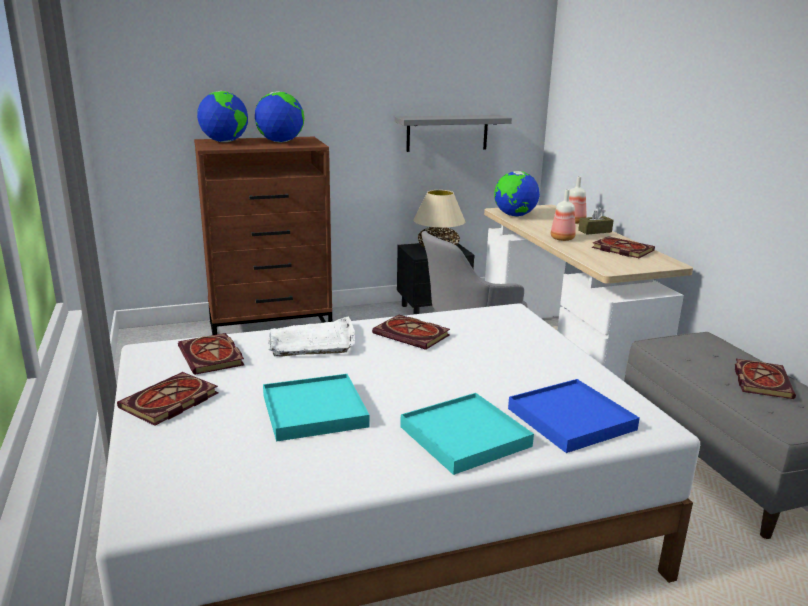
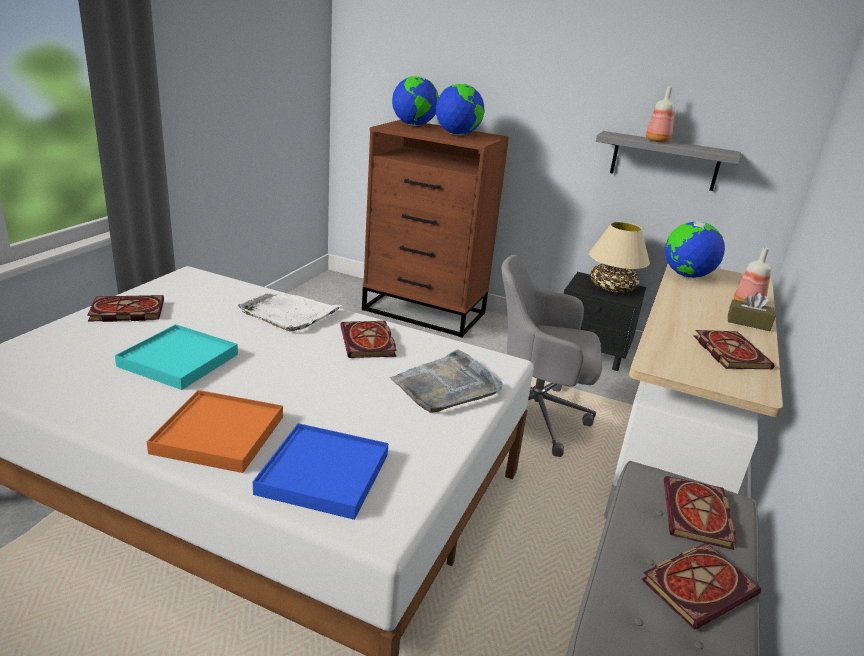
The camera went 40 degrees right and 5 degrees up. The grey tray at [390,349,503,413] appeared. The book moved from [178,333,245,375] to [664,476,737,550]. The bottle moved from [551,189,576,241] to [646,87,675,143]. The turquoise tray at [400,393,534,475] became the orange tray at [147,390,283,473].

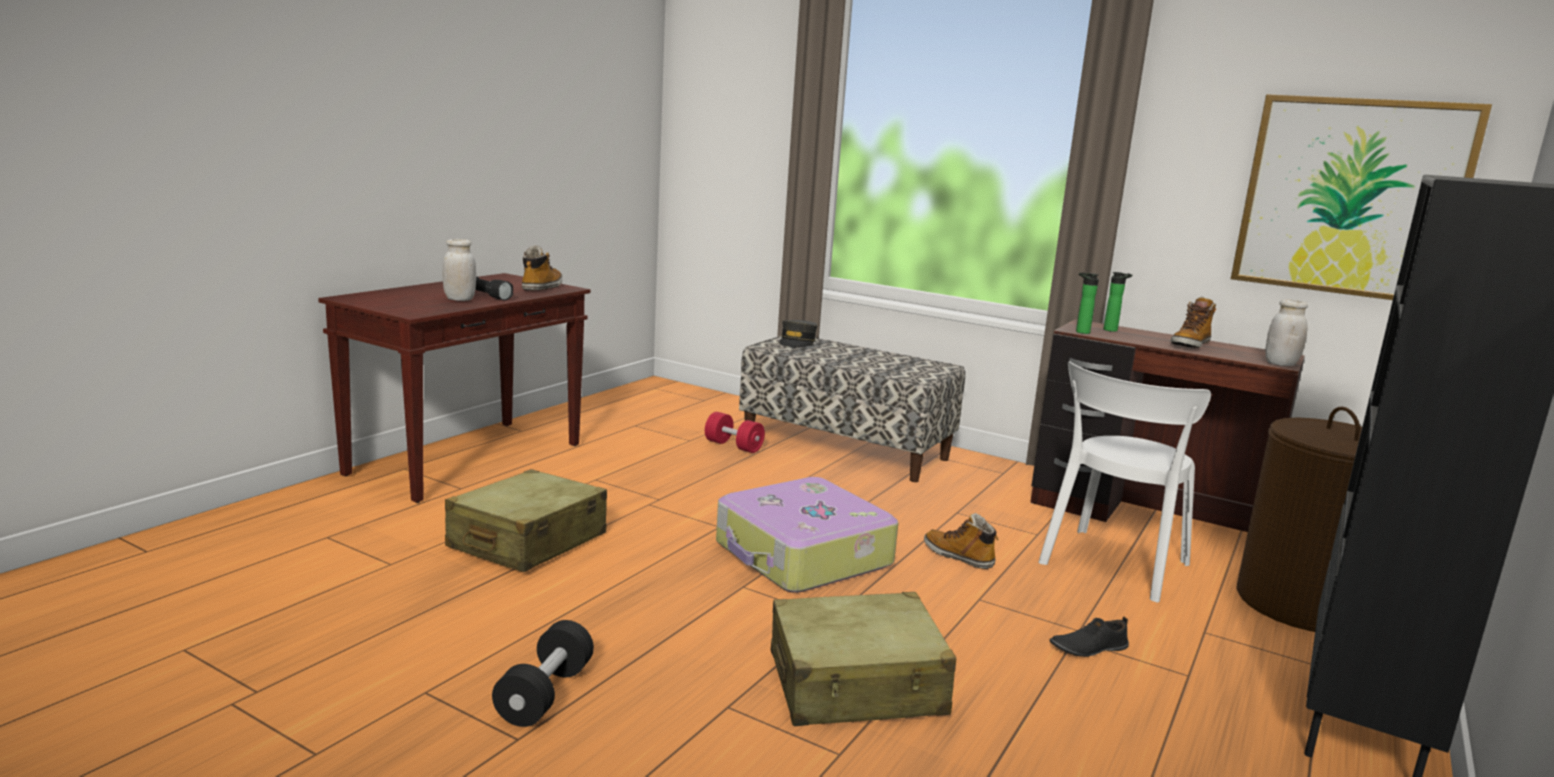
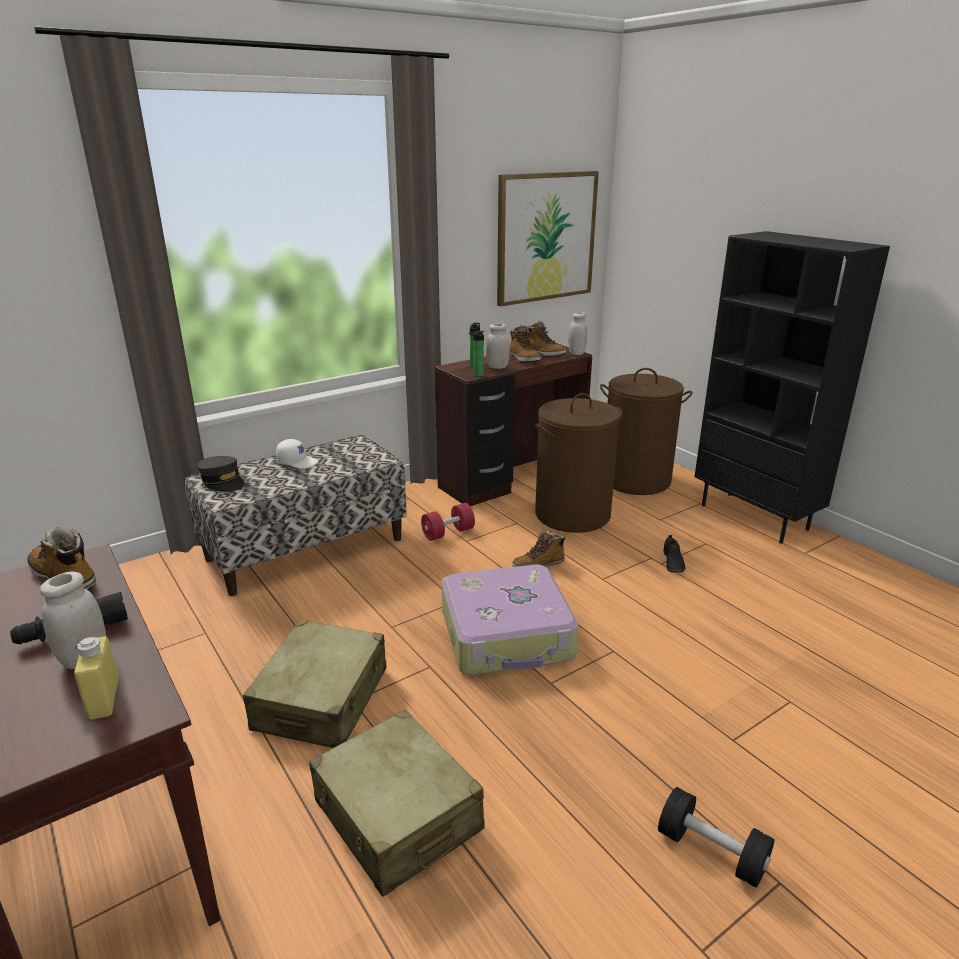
The camera went 65 degrees left and 10 degrees up. The yellow bottle at [74,636,119,720] appeared. The white cap at [276,439,318,469] appeared. The white jar at [486,324,510,369] appeared. The boot at [526,321,566,357] appeared. The red dumbbell moved from [705,412,765,453] to [421,503,475,541]. The beige suitcase moved from [771,592,956,726] to [243,620,386,748]. The white chair at [1038,361,1211,602] was replaced by the brown laundry basket at [535,393,622,533].

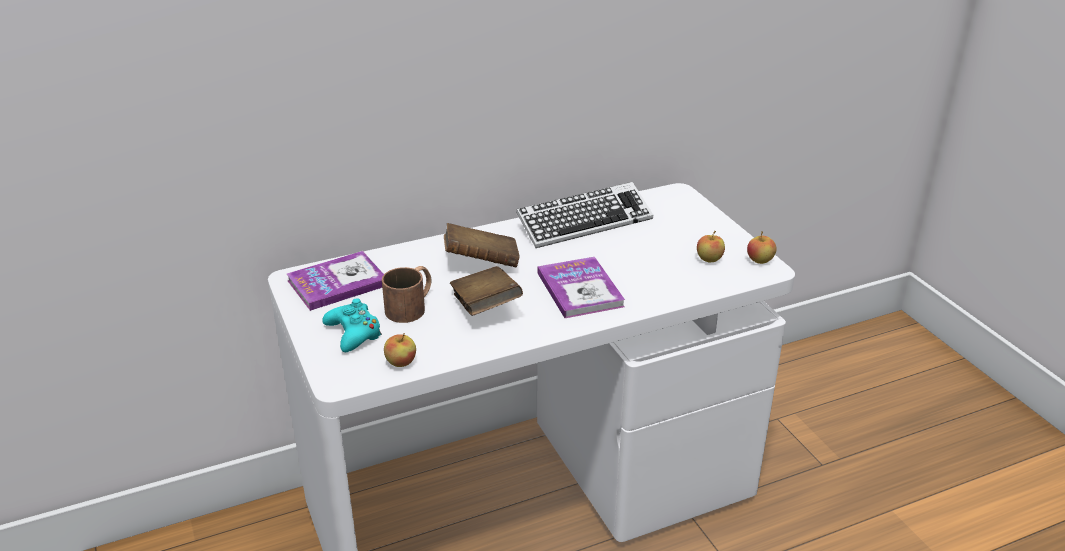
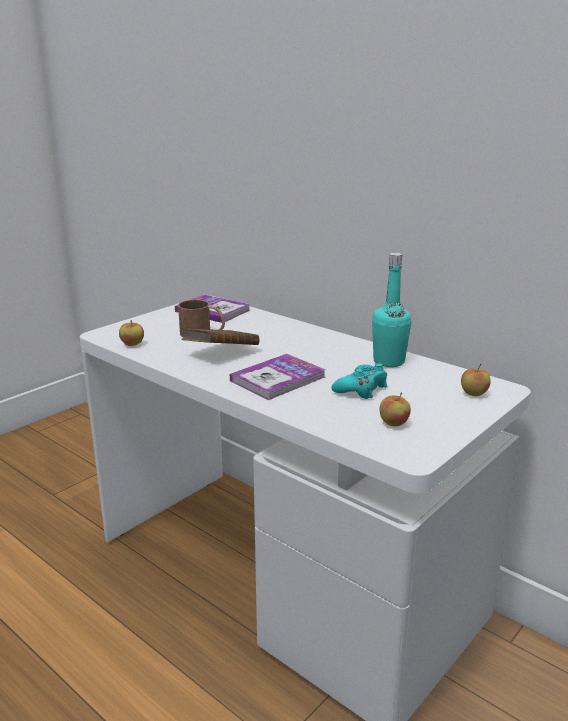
The camera went 65 degrees right and 10 degrees down. The brown book at [444,223,520,268] disappeared. The turquoise game controller moved from [322,298,382,352] to [331,363,387,399]. The apple moved from [747,231,776,264] to [461,363,491,396]. The keyboard at [516,182,653,248] was replaced by the turquoise bottle at [372,253,412,367].

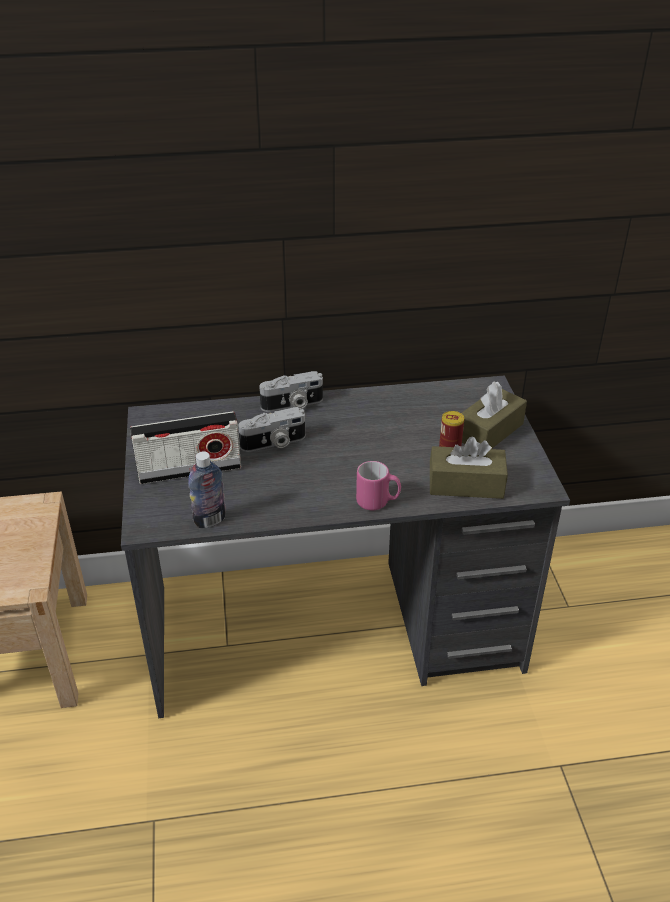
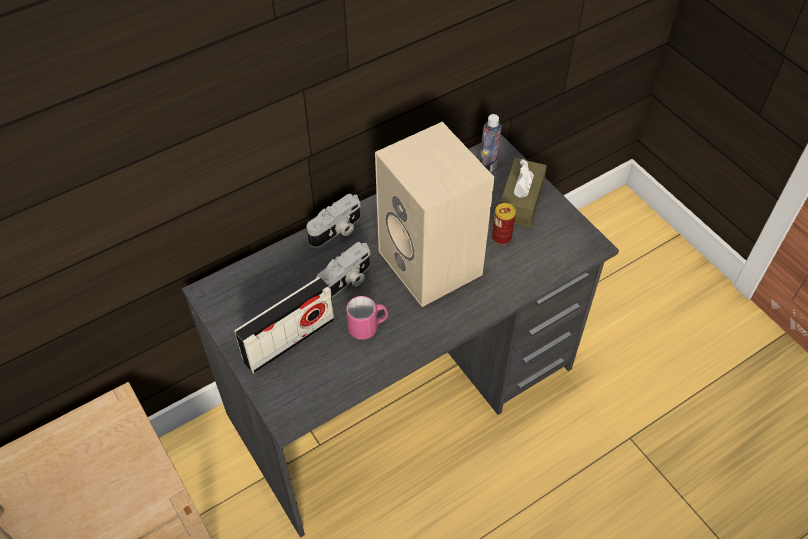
The camera went 25 degrees left and 15 degrees up. The brown tissue box at [430,437,508,499] disappeared. The beige speaker at [375,122,494,307] appeared. The bottle moved from [188,451,226,528] to [480,114,502,172]. The pink mug moved from [356,461,401,511] to [346,296,388,340].

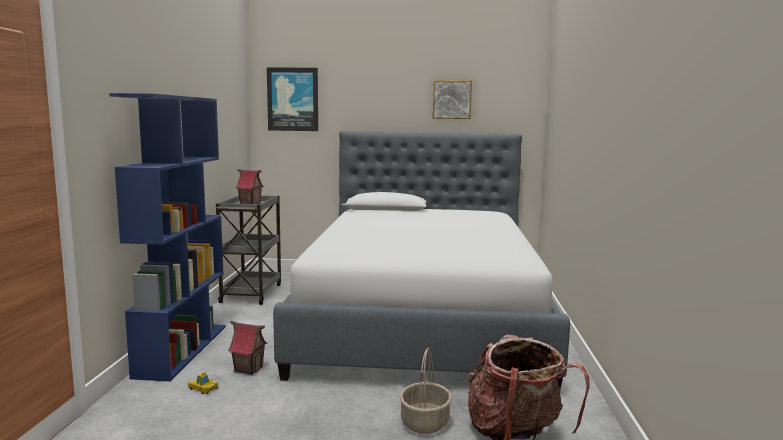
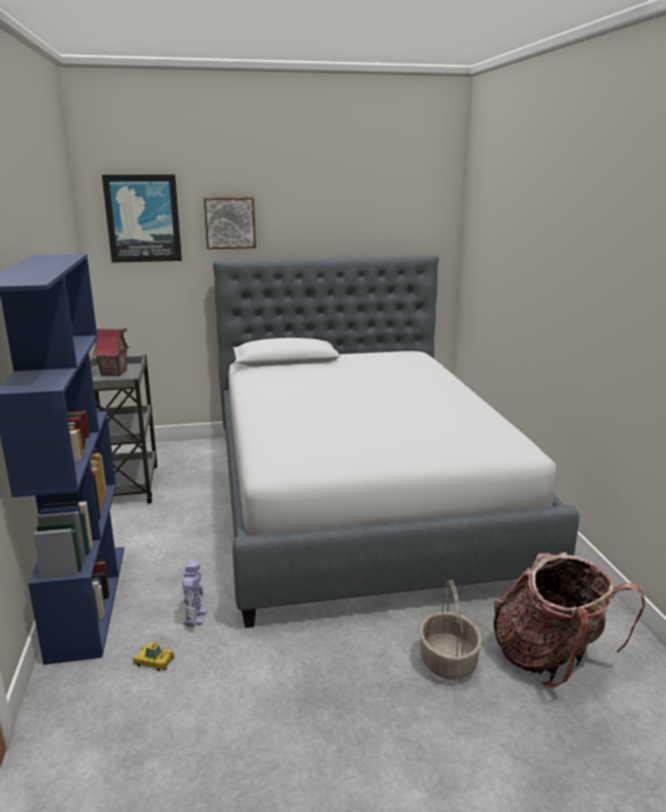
The camera went 15 degrees left and 10 degrees up. The picture moved from [433,80,472,119] to [204,197,256,249]. The toy house at [228,321,268,375] was replaced by the toy robot at [182,561,207,627].

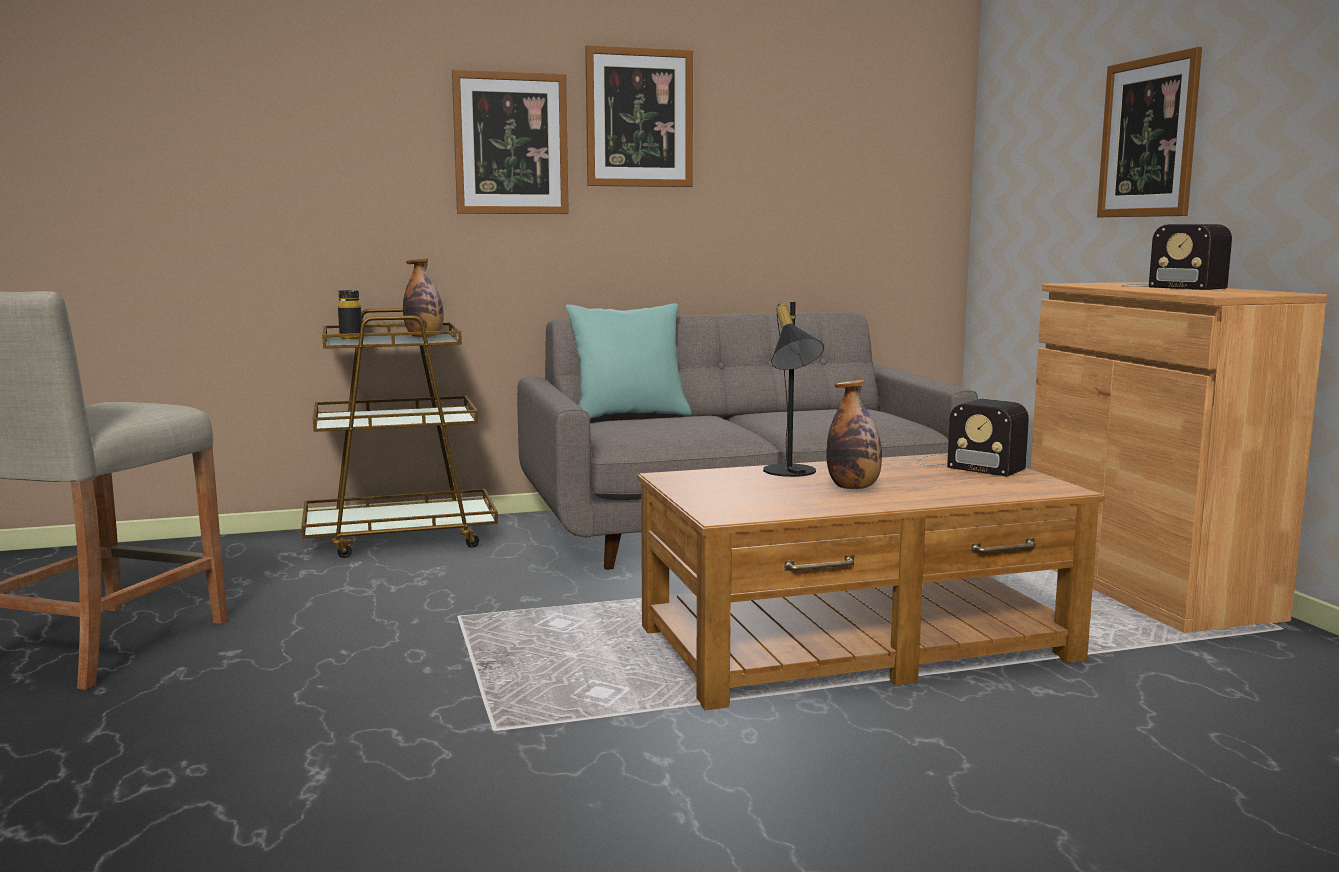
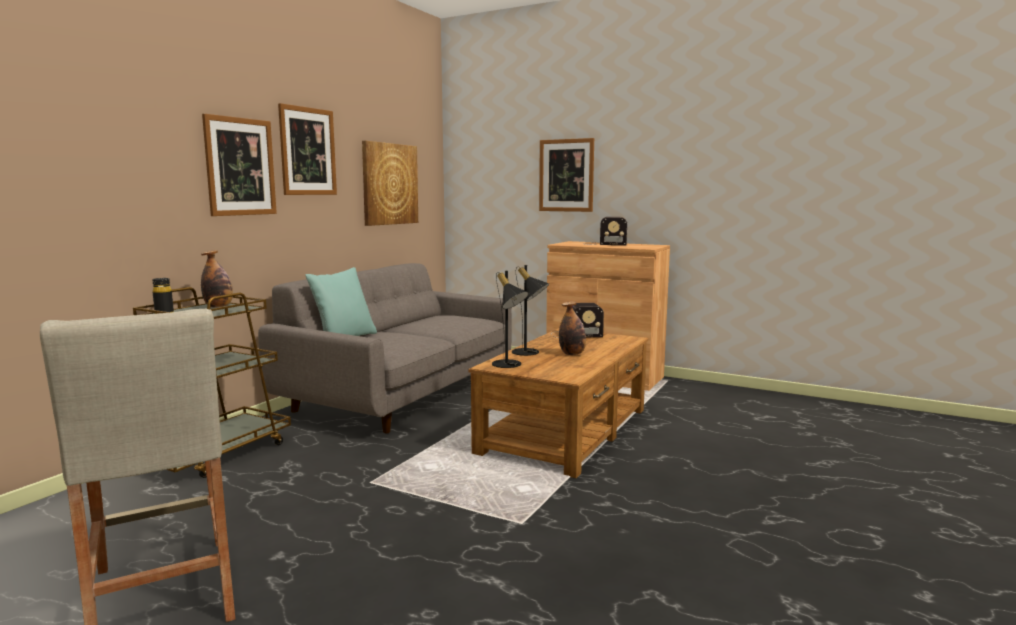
The camera went 45 degrees left and 0 degrees up. The picture at [362,141,418,226] appeared. The black table lamp at [492,271,529,368] appeared.

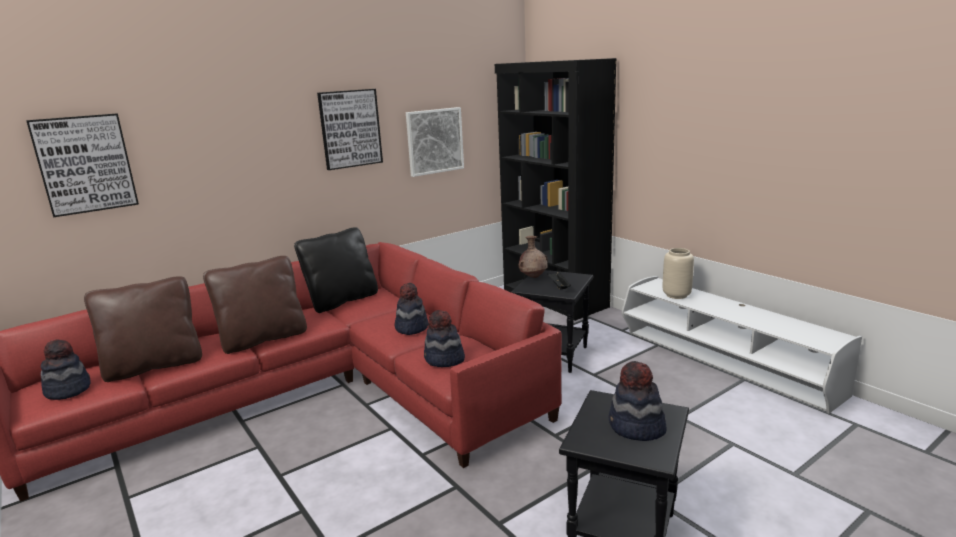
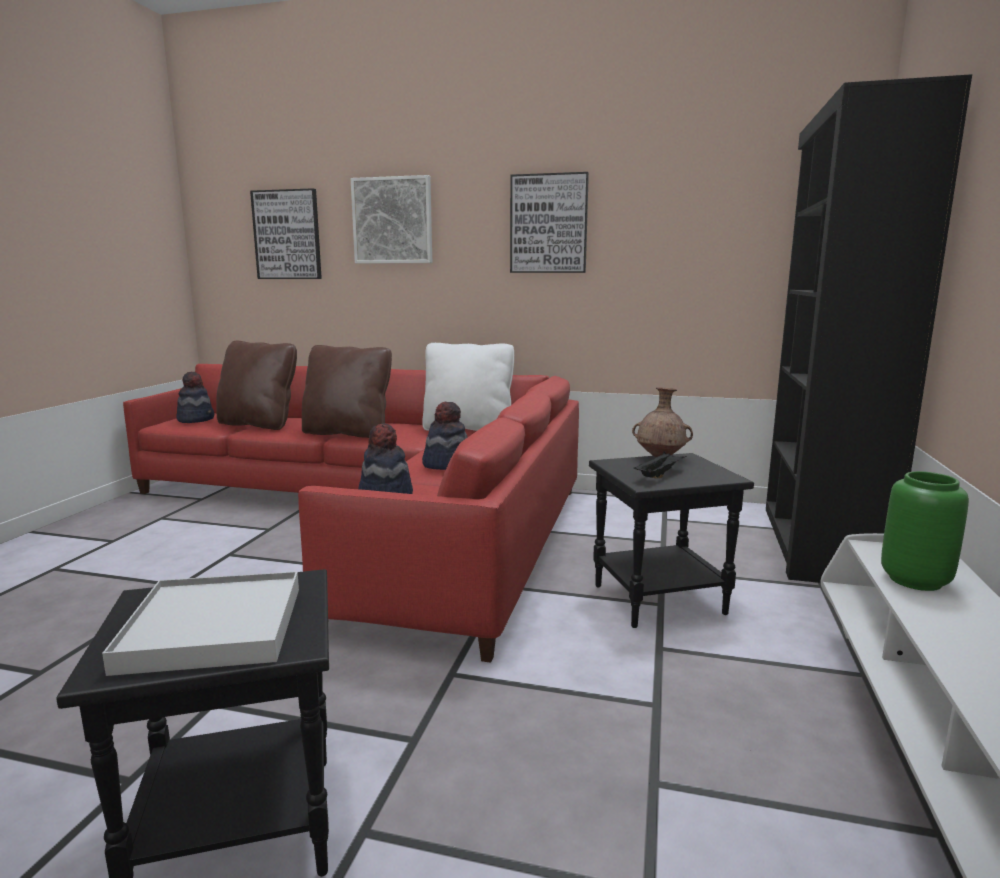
The camera went 50 degrees right and 5 degrees down. The picture moved from [406,107,464,177] to [351,175,432,264]. The hat at [608,361,666,441] was replaced by the white tray at [102,571,299,676]. The black pillow at [294,228,378,313] became the white pillow at [422,343,514,431]. The beige vase at [663,248,694,299] became the green vase at [881,471,969,591].

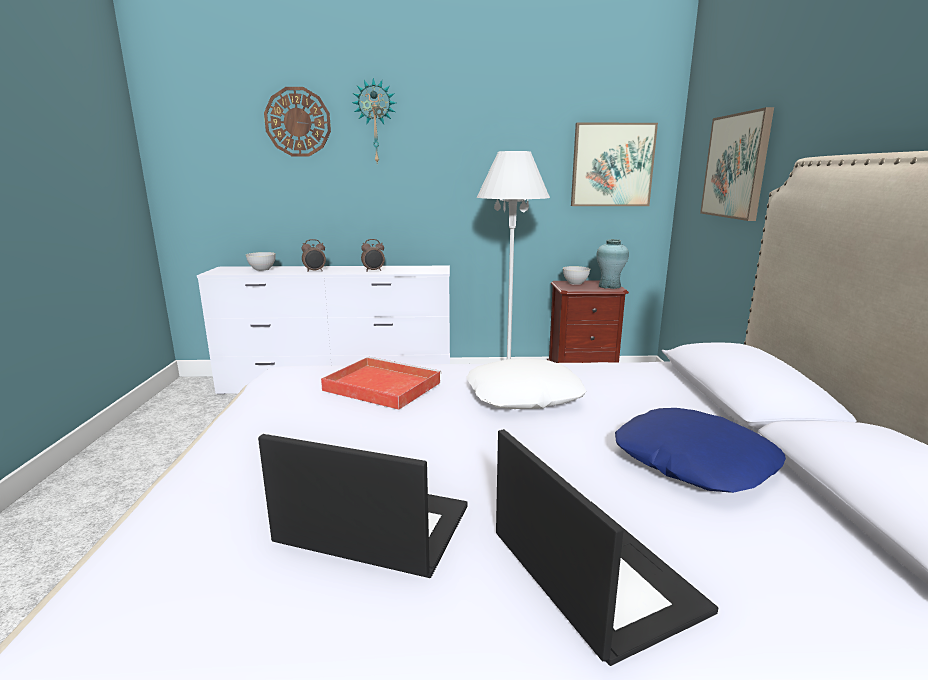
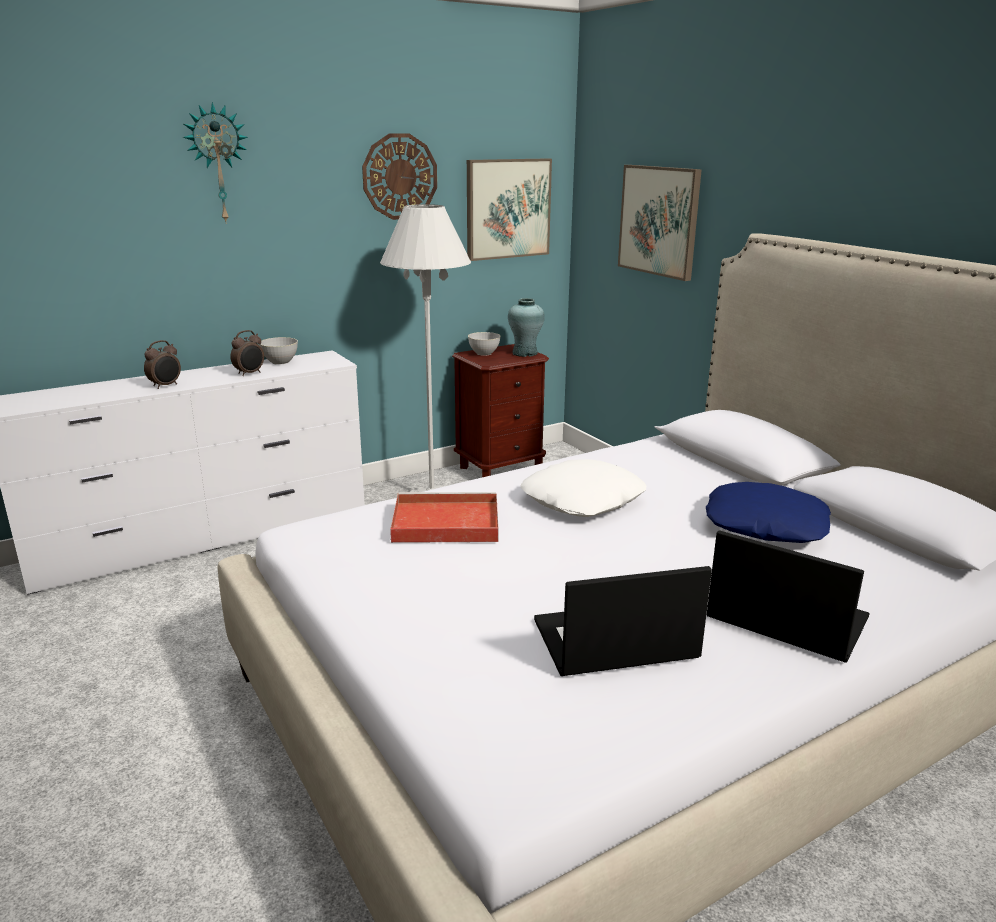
The camera went 30 degrees left and 5 degrees up. The grey bowl moved from [246,252,276,271] to [259,337,298,365]. The wall clock moved from [264,87,331,157] to [362,134,437,220].

